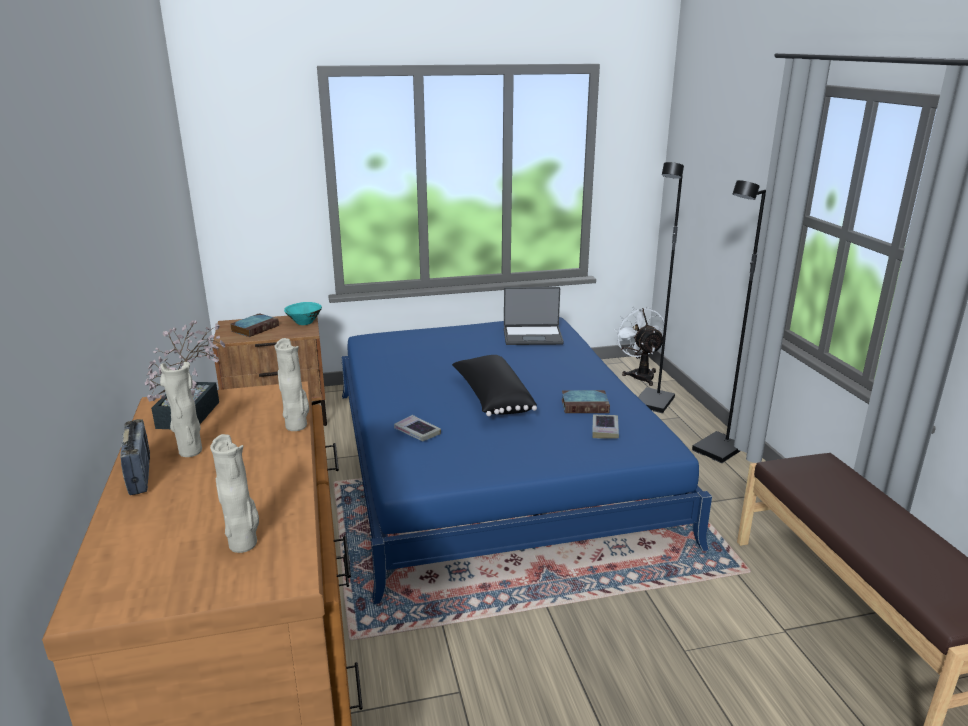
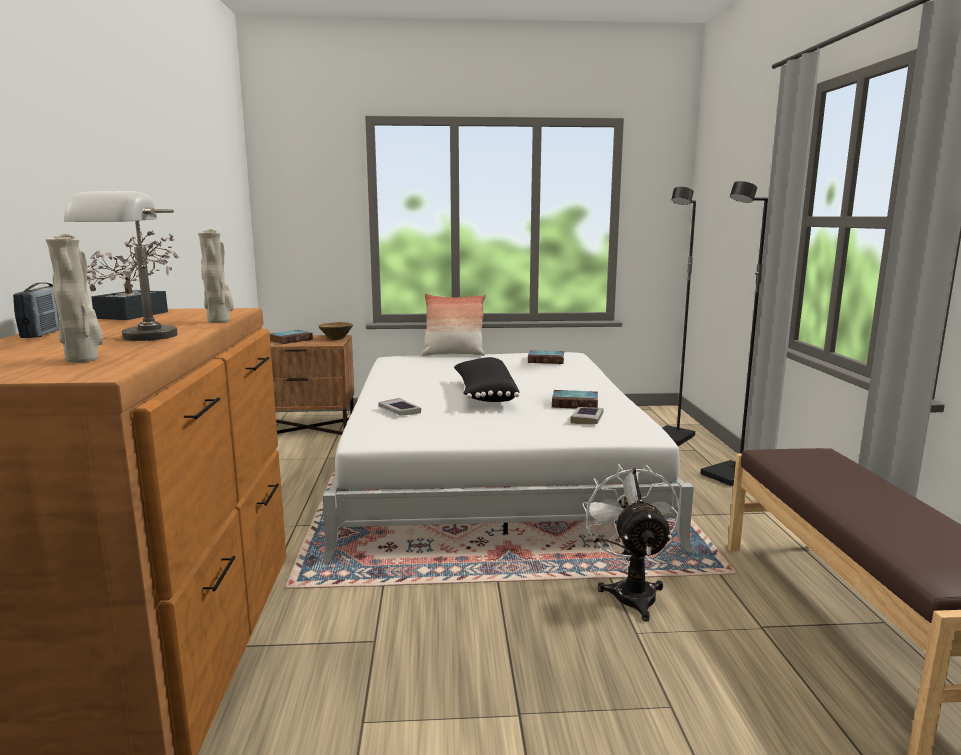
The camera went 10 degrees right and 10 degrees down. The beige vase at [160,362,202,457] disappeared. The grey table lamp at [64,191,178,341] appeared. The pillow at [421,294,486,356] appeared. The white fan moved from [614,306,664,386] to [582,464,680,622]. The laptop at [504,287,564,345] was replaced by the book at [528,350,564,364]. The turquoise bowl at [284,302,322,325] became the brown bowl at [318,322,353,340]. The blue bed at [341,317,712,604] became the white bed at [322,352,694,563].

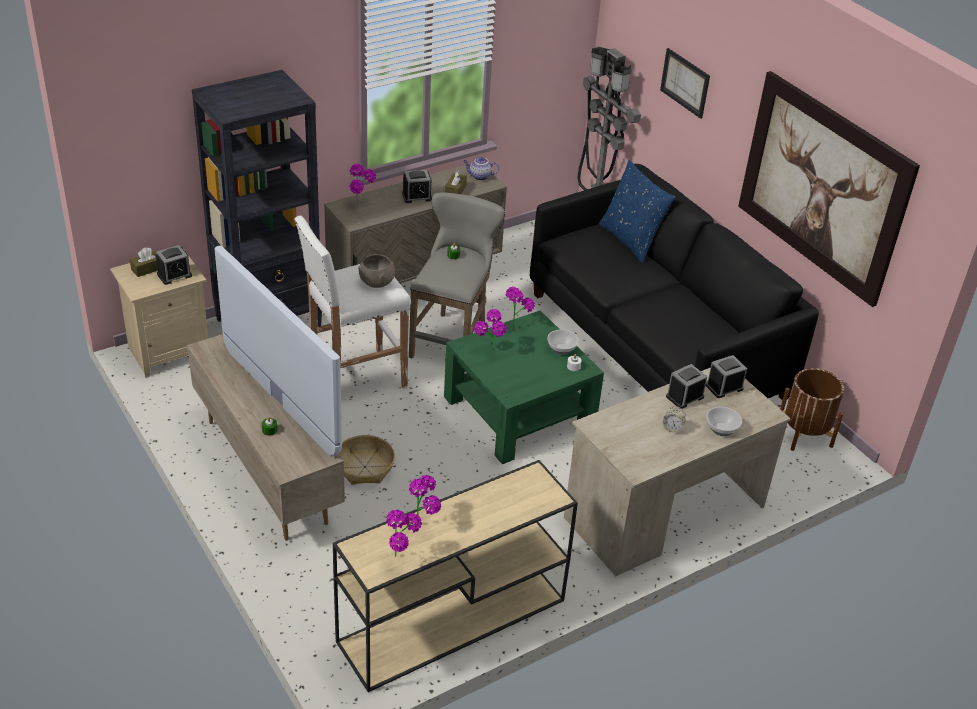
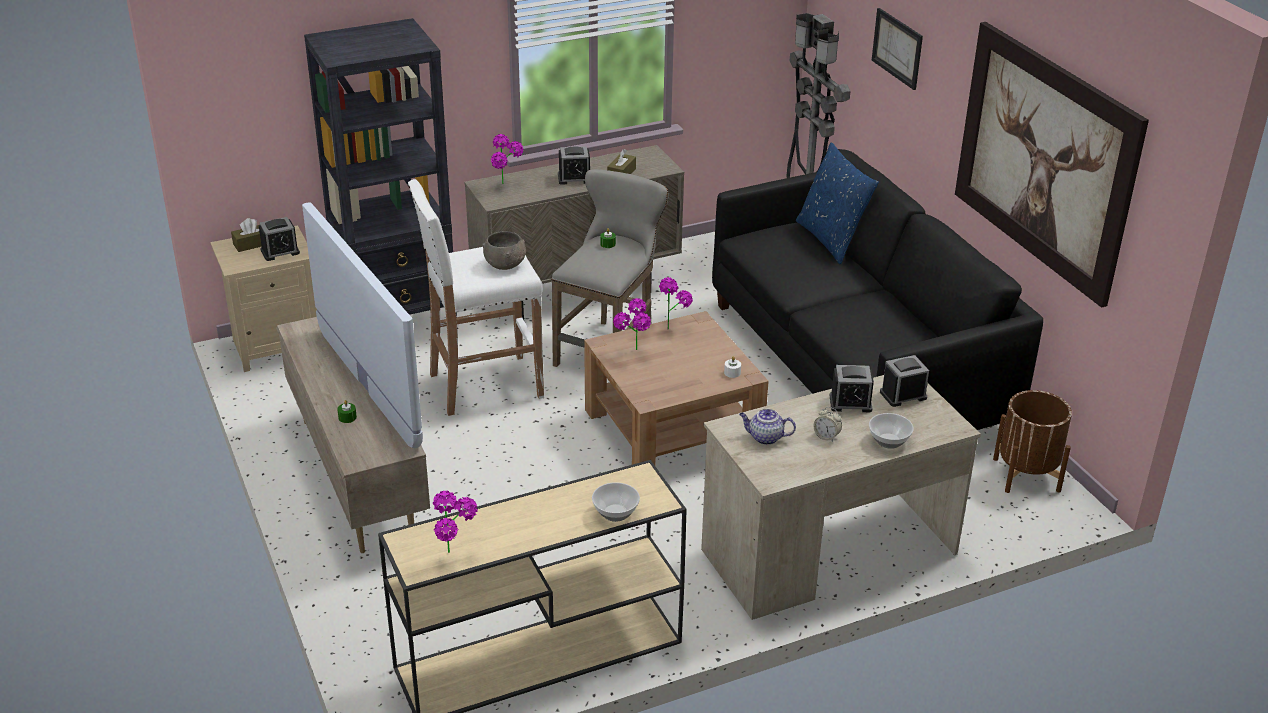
The camera went 10 degrees right and 5 degrees down. The basket at [339,435,395,485] disappeared. The potted plant at [409,475,441,521] disappeared. The teapot moved from [463,157,499,181] to [739,409,796,445]. The bowl moved from [547,329,579,355] to [592,482,640,522]. The green coffee table at [444,310,604,464] became the brown coffee table at [584,311,769,465]. The alarm clock at [666,364,707,409] turned 150 degrees counterclockwise.

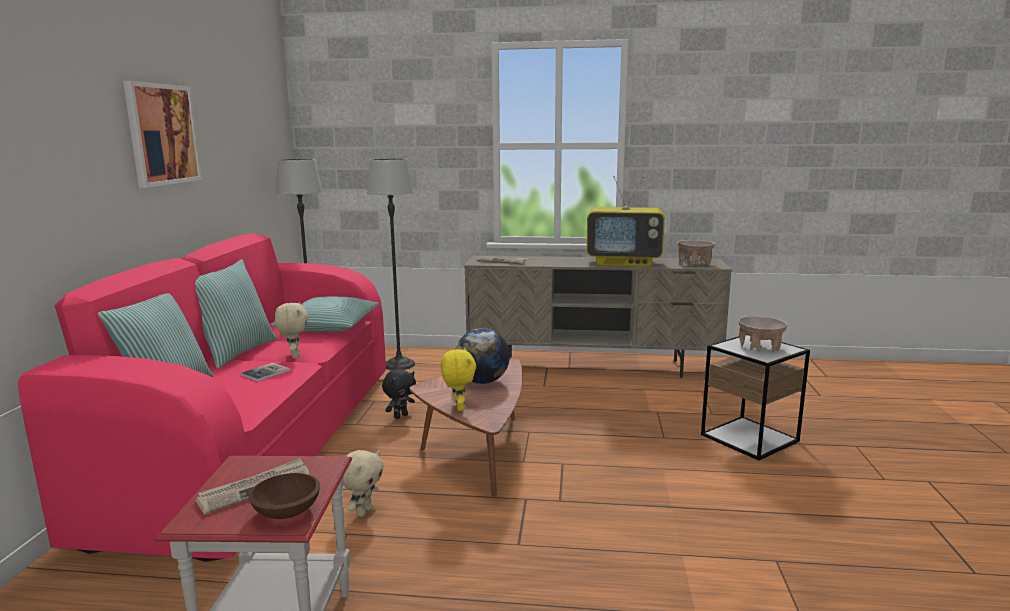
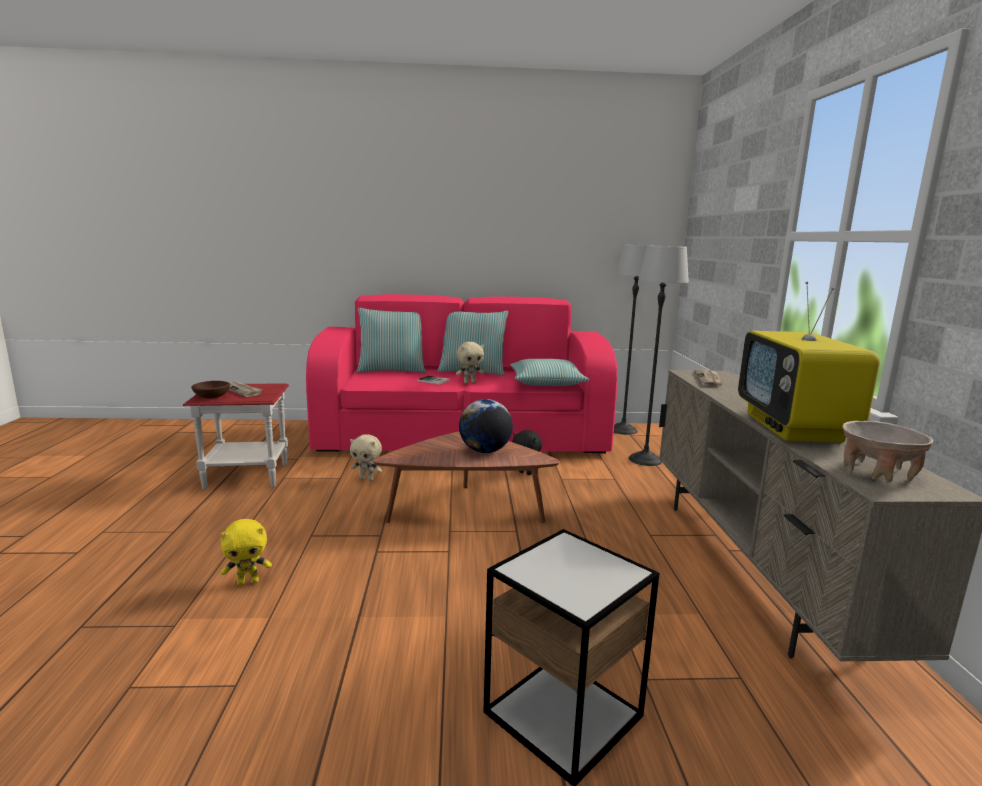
The camera went 80 degrees right and 0 degrees up. The picture at [123,81,202,188] disappeared. The beige bowl at [738,316,788,352] disappeared. The yellow plush toy moved from [441,348,477,411] to [220,519,272,586].

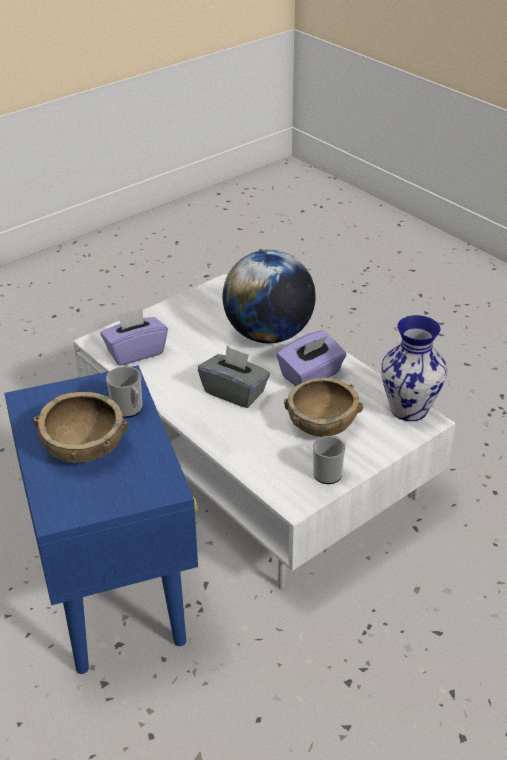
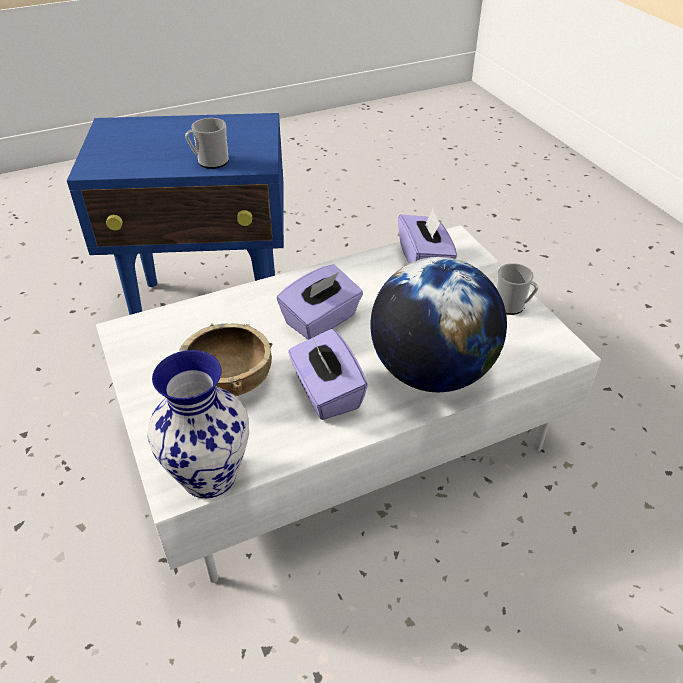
The camera went 105 degrees right and 5 degrees up. The brown bowl at [34,392,128,463] disappeared. The mug moved from [313,435,346,484] to [496,263,538,315]. The grey tissue box at [198,346,270,408] became the purple tissue box at [277,265,363,340].

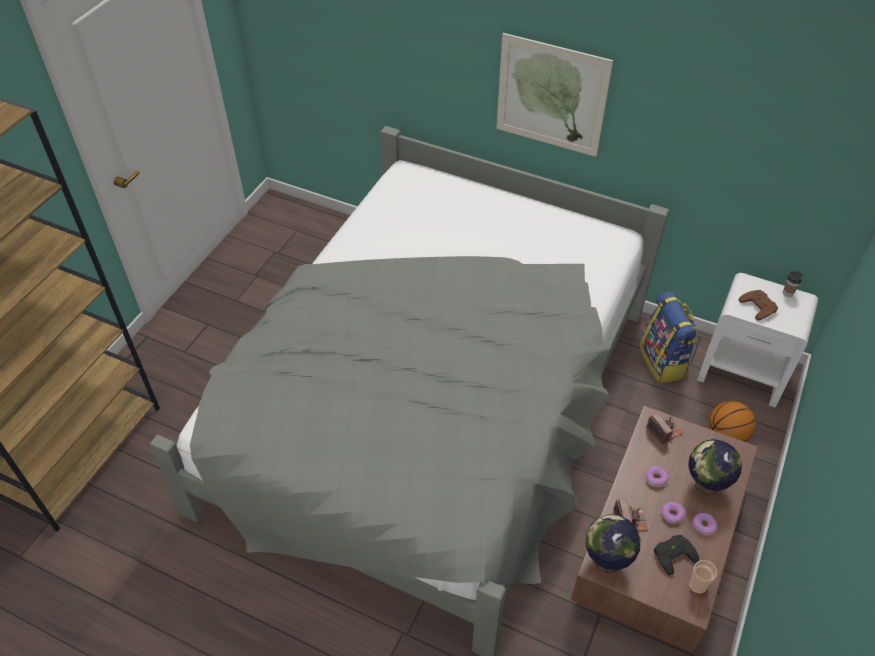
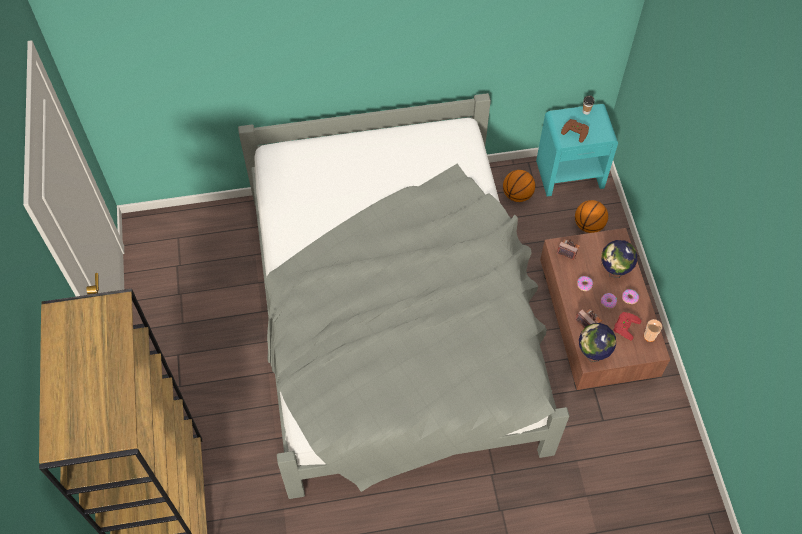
The camera went 35 degrees left and 10 degrees up. The picture at [497,33,613,157] disappeared. The backpack at [640,292,698,383] was replaced by the basketball at [503,170,535,202]. The black game controller at [654,535,699,575] became the red game controller at [613,312,641,341]. The white nightstand at [697,273,818,407] became the turquoise nightstand at [536,104,618,197].

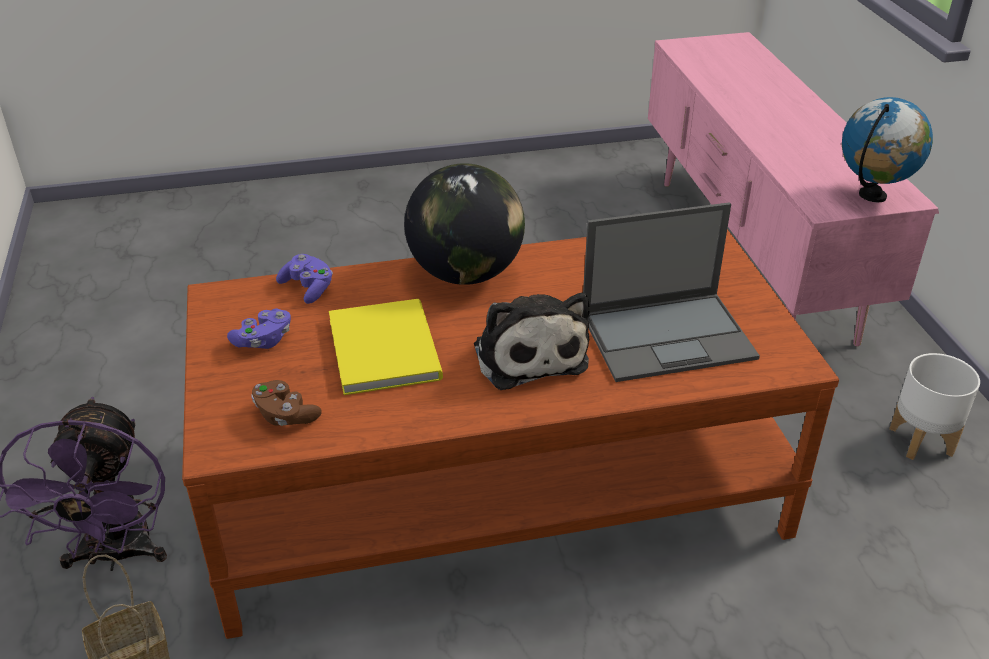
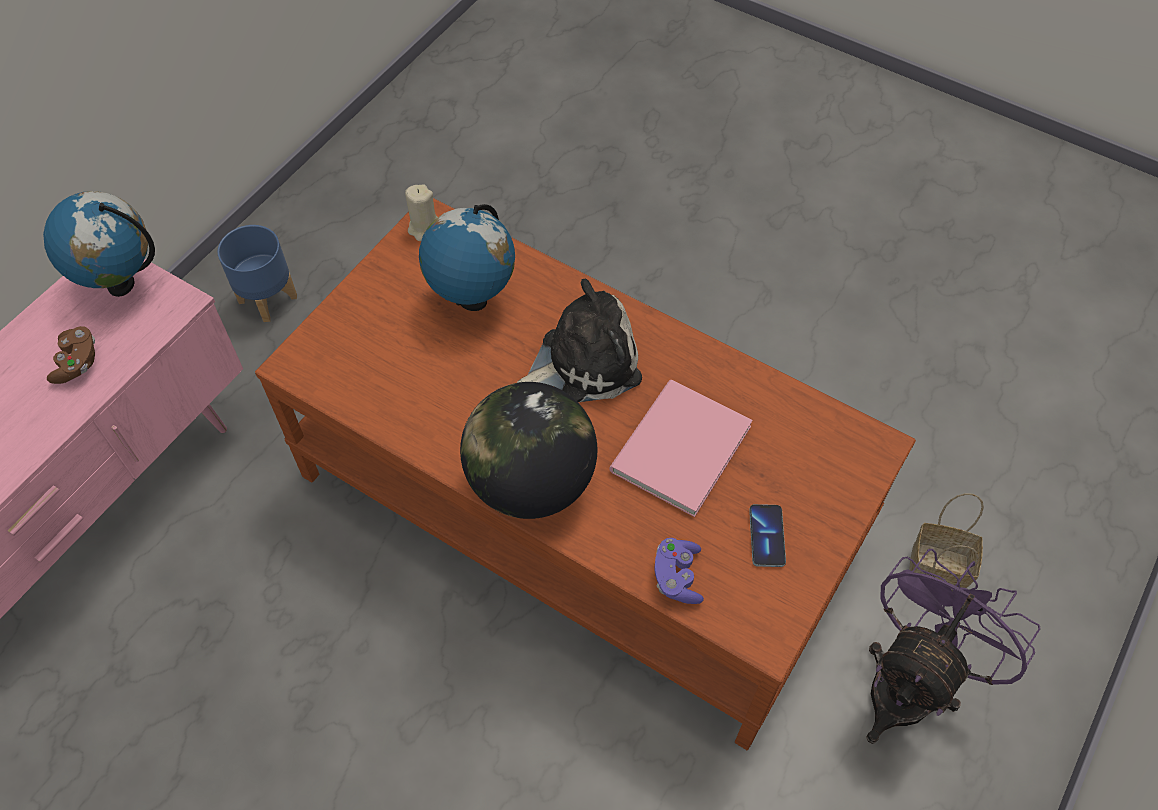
The camera went 135 degrees left and 20 degrees up. The beige candle at [405,184,438,241] appeared. The brown game controller moved from [251,380,322,426] to [47,326,95,384]. The purple game controller at [227,309,291,349] was replaced by the phone at [749,504,786,567]. The laptop at [583,202,760,382] was replaced by the globe at [419,204,515,311]. The yellow book at [329,299,443,395] became the pink book at [610,380,753,517]. The white planter at [889,353,980,460] became the blue planter at [218,225,297,322]. The plush toy at [474,292,590,390] turned 45 degrees clockwise.

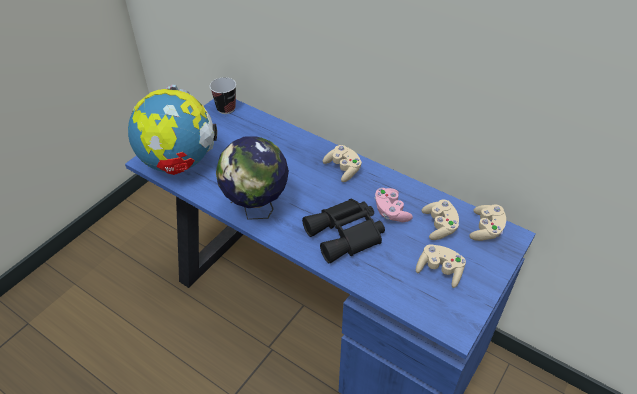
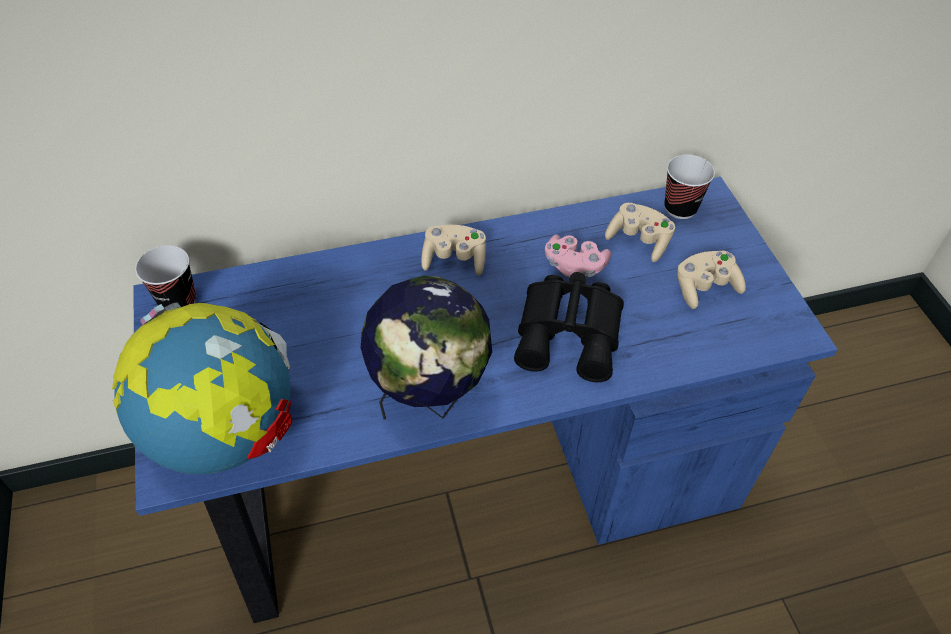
The camera went 50 degrees left and 5 degrees up. The beige game controller at [469,204,506,241] was replaced by the cup at [664,155,715,219].

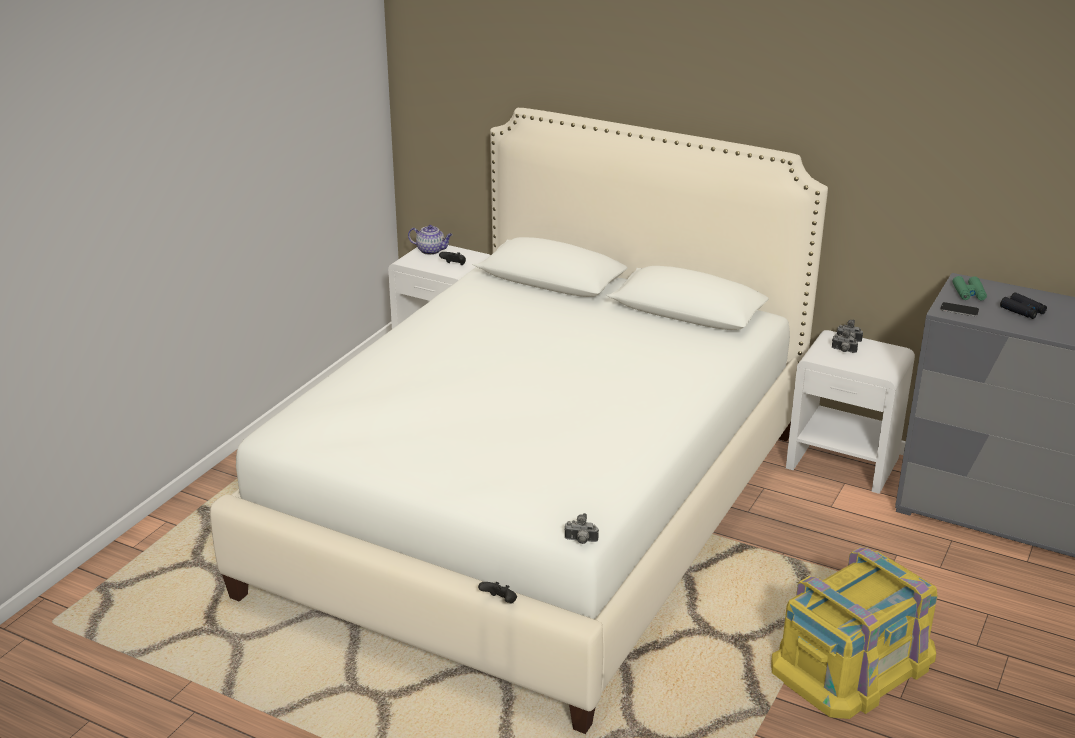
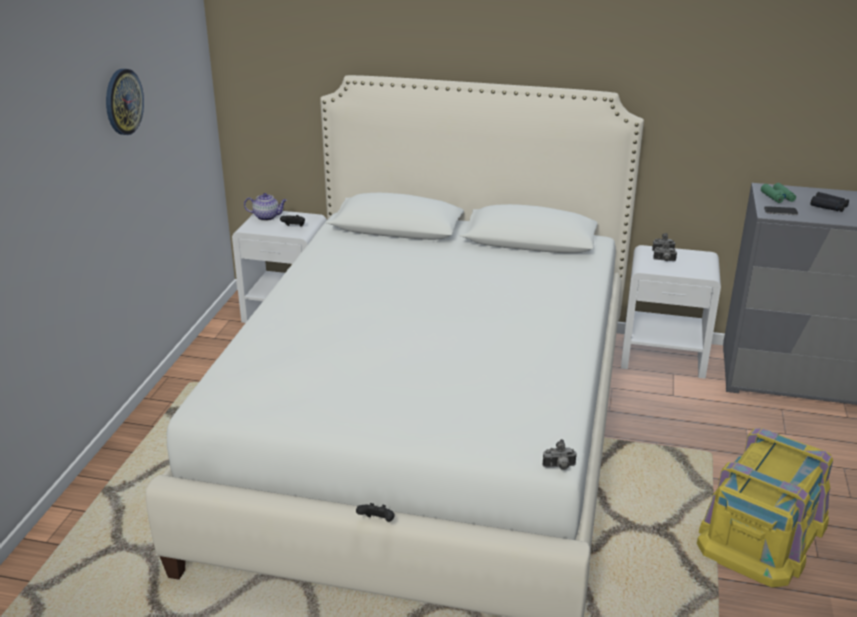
The camera went 15 degrees left and 0 degrees up. The wall clock at [106,69,144,135] appeared. The black game controller moved from [478,582,517,604] to [356,503,395,522].

